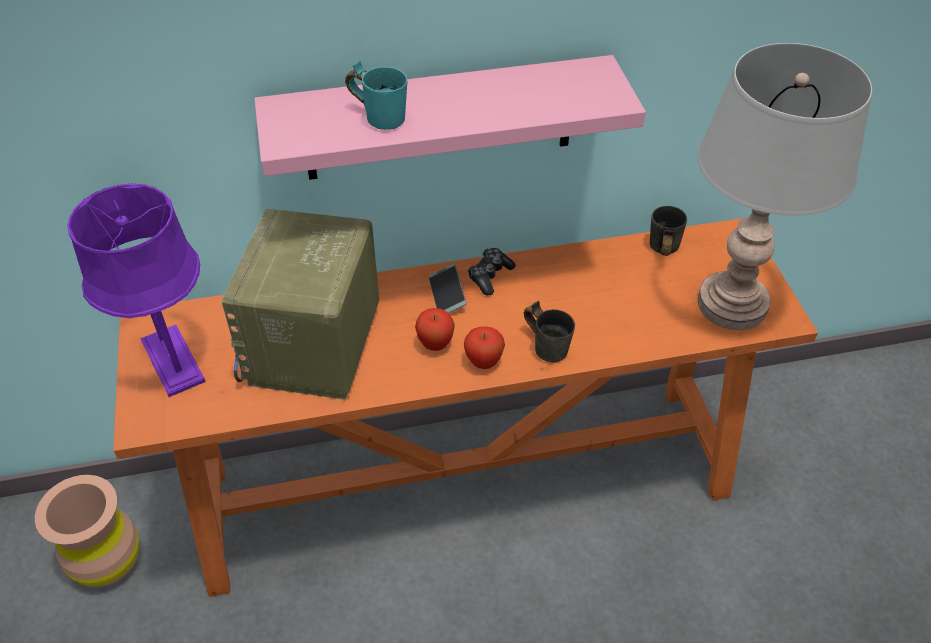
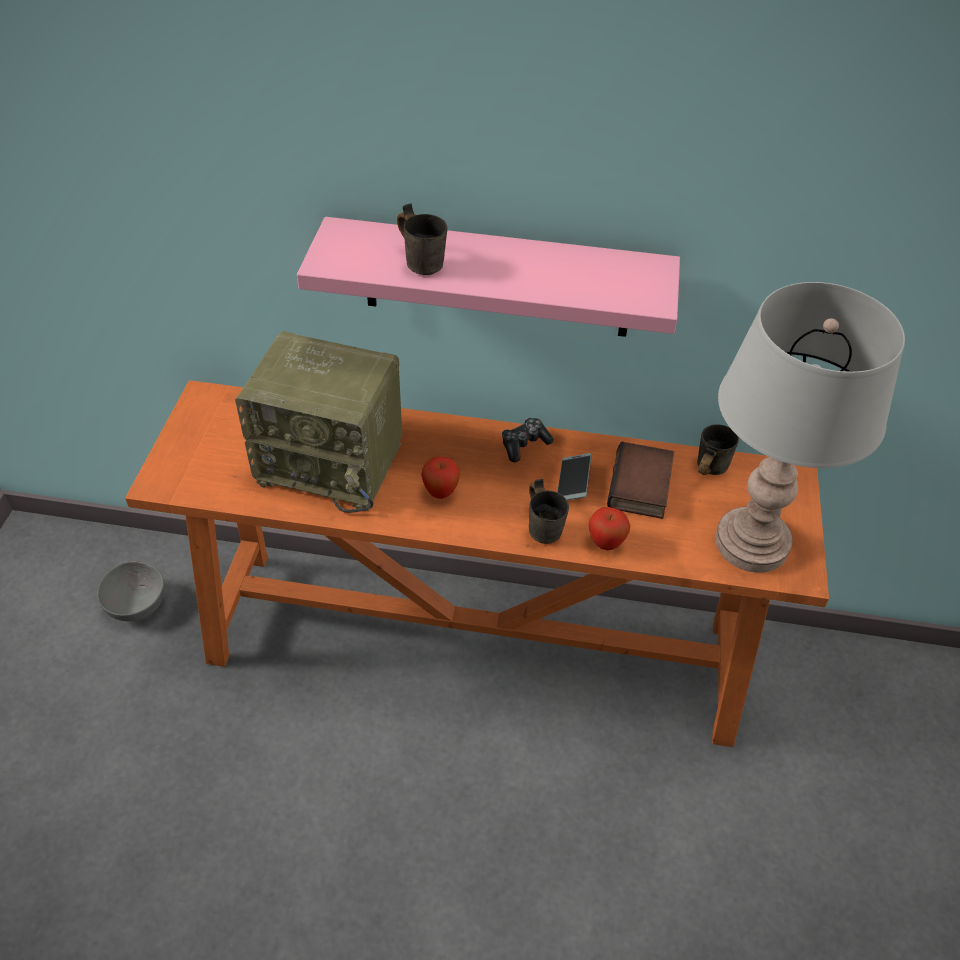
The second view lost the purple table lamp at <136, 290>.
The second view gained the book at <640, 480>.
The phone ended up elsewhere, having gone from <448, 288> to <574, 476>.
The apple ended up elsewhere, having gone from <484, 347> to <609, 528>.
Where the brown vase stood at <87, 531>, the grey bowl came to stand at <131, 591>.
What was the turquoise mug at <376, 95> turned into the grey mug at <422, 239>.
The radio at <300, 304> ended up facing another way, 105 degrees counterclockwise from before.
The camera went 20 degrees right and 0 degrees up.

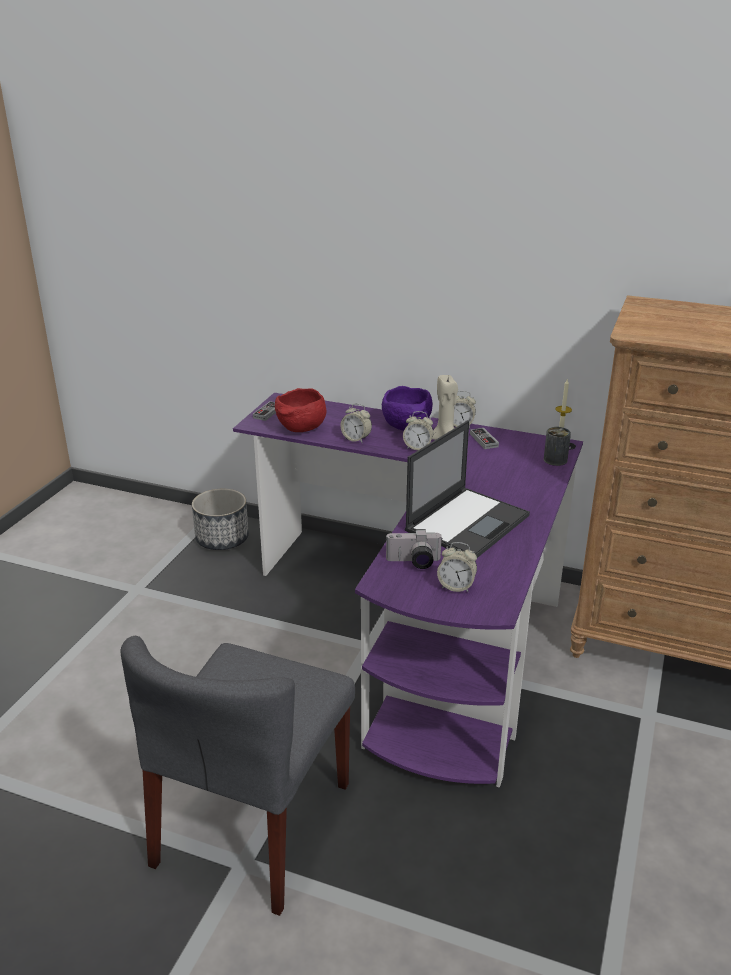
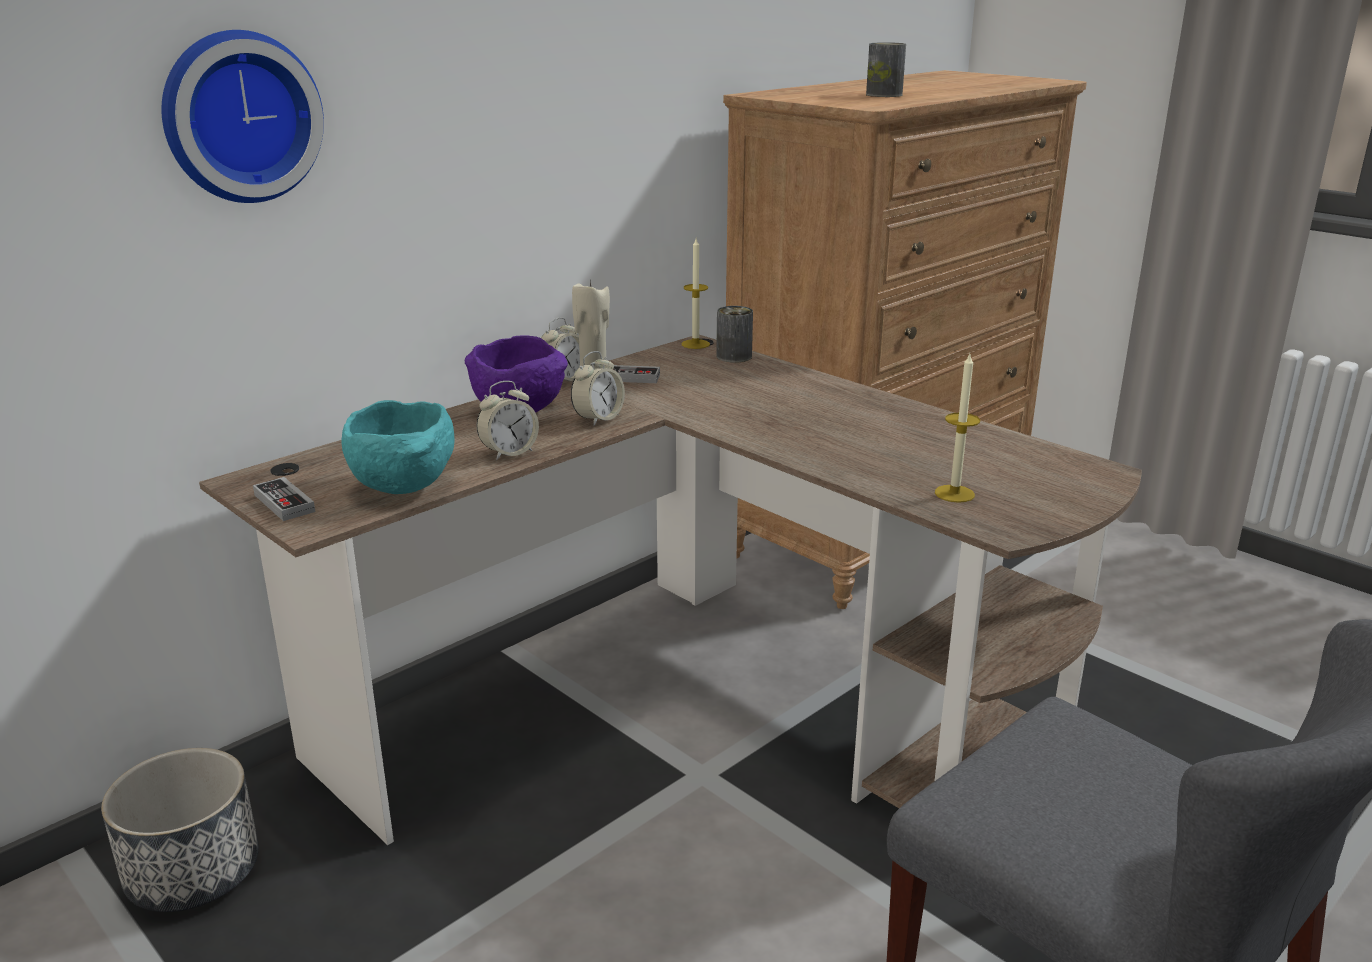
The second view lost the laptop at <467, 489>.
The second view lost the alarm clock at <457, 567>.
The second view gained the wall clock at <242, 116>.
The second view gained the can at <886, 69>.
Where the photo camera stood at <414, 549>, the candle came to stand at <957, 428>.
What was the purple desk at <408, 590> turned into the brown desk at <670, 590>.
What was the red bowl at <300, 410> turned into the turquoise bowl at <397, 447>.
The camera went 65 degrees left and 5 degrees down.

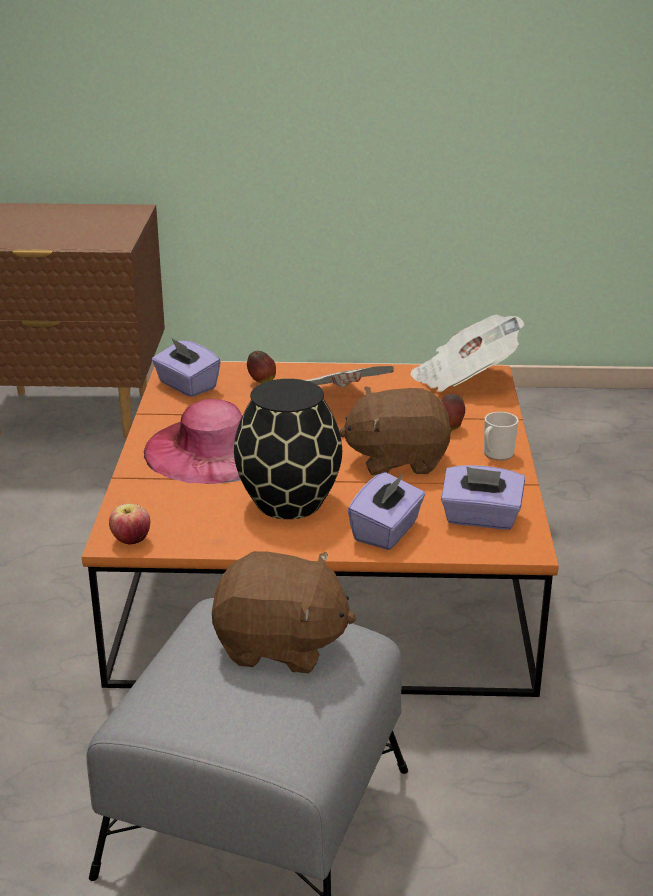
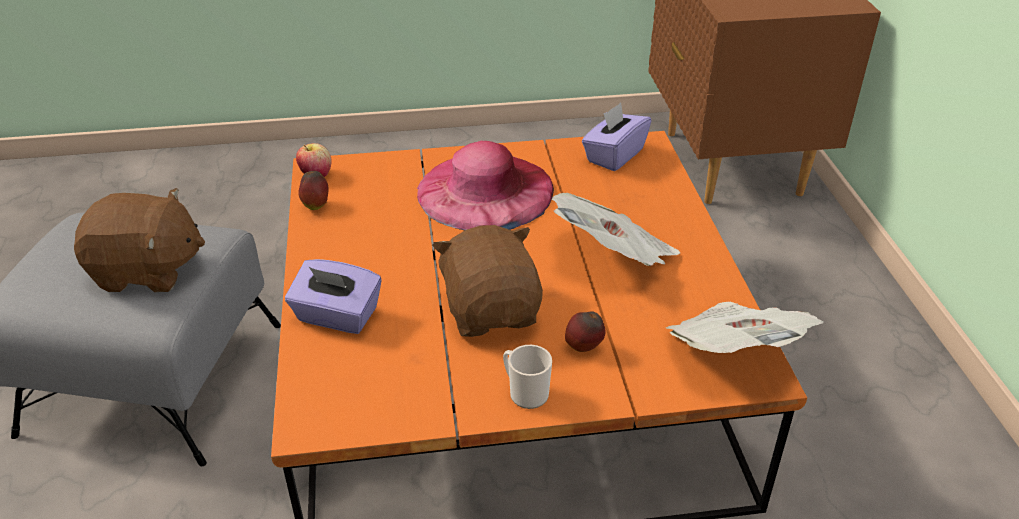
The second view lost the black vase at <288, 449>.
The second view lost the purple tissue box at <483, 497>.
The apple ended up elsewhere, having gone from <261, 367> to <313, 190>.
The brown plush toy at <284, 612> ended up facing another way, 90 degrees counterclockwise from before.
The camera went 80 degrees right and 10 degrees up.

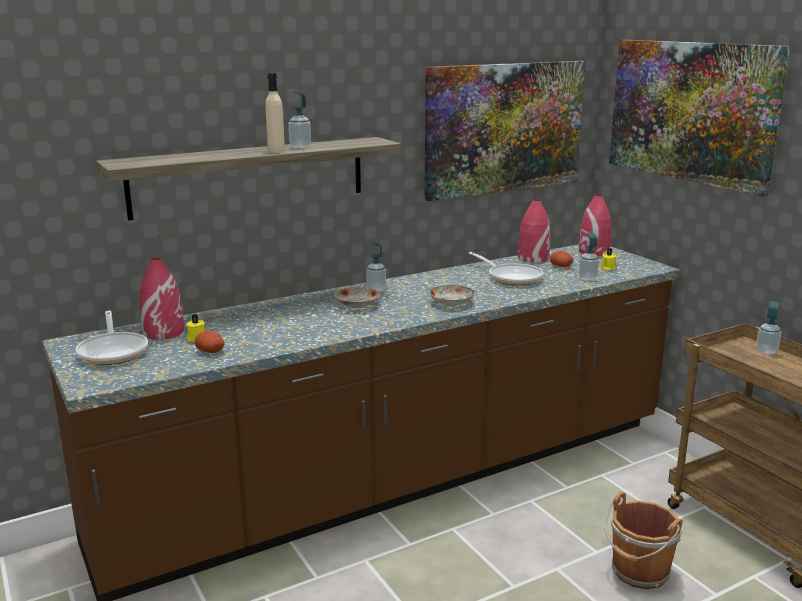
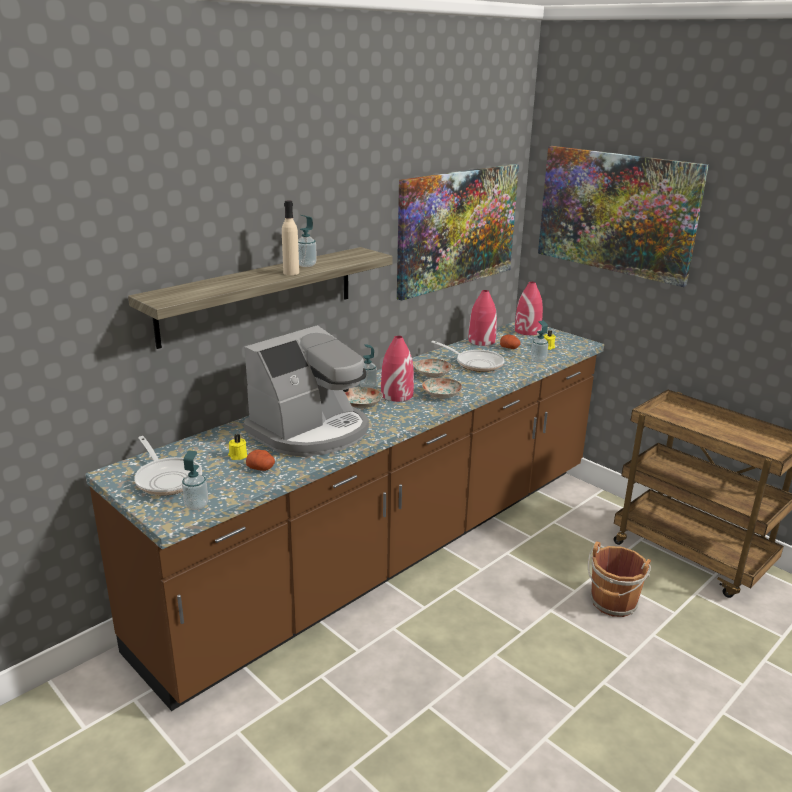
The second view gained the coffee machine at <306, 391>.
The second view gained the plate at <433, 368>.
The red vase ended up elsewhere, having gone from <162, 298> to <397, 369>.
The soap dispenser ended up elsewhere, having gone from <768, 328> to <195, 480>.
The camera went 15 degrees left and 5 degrees up.

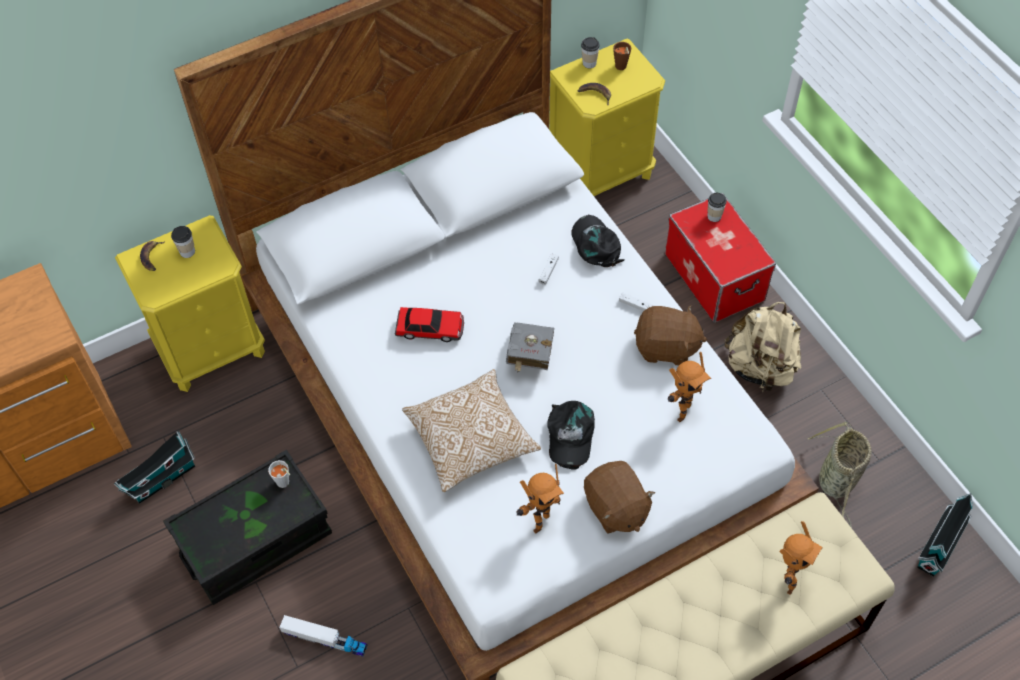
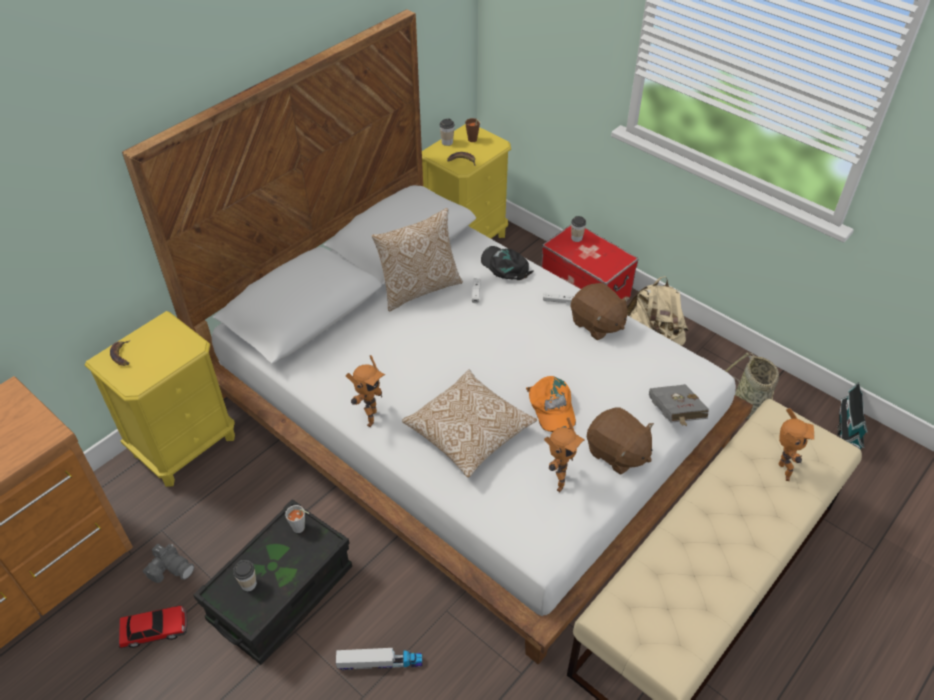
The second view gained the pillow at <417, 260>.
The cup ended up elsewhere, having gone from <183, 242> to <245, 575>.
The toy car ended up elsewhere, having gone from <429, 324> to <153, 626>.
The grey book ended up elsewhere, having gone from <530, 347> to <679, 405>.
The toy robot ended up elsewhere, having gone from <689, 387> to <365, 391>.
Where the toy house stood at <154, 467>, the photo camera came to stand at <168, 563>.
What was the black cap at <571, 435> turned into the orange cap at <551, 404>.
The brown plush toy at <670, 335> ended up facing another way, 60 degrees clockwise from before.
The camera went 20 degrees left and 10 degrees down.

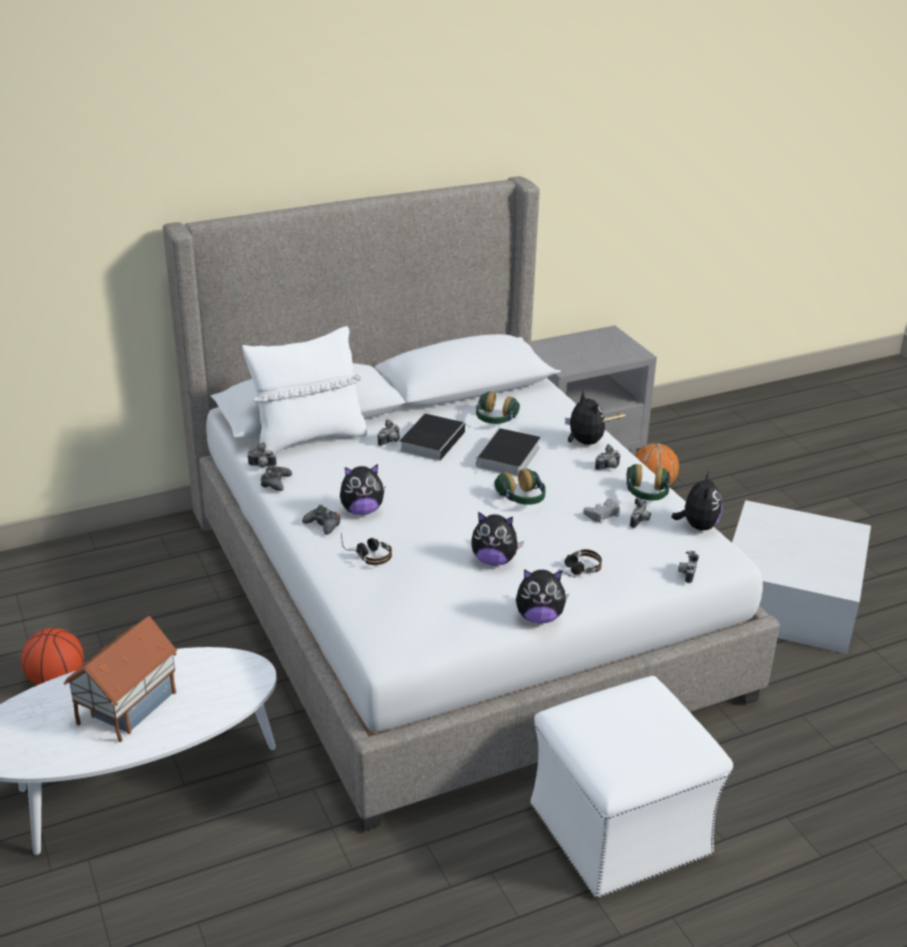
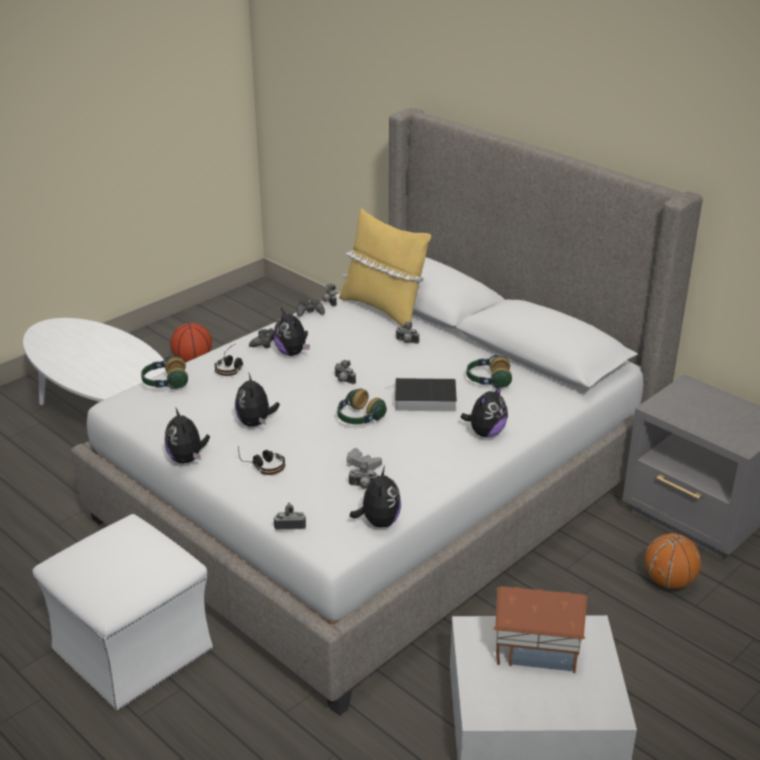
The second view lost the book at <433, 437>.
The toy house ended up elsewhere, having gone from <121, 679> to <540, 629>.
The photo camera ended up elsewhere, having gone from <608, 457> to <345, 372>.
The headphones ended up elsewhere, having gone from <648, 482> to <164, 372>.
What was the white pillow at <304, 390> turned into the yellow pillow at <385, 267>.
The plush toy at <696, 501> ended up facing another way, 75 degrees counterclockwise from before.
The camera went 70 degrees right and 0 degrees up.

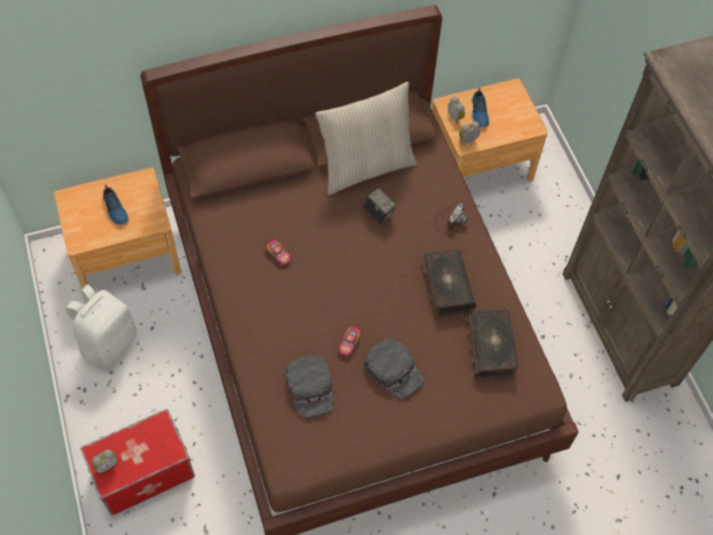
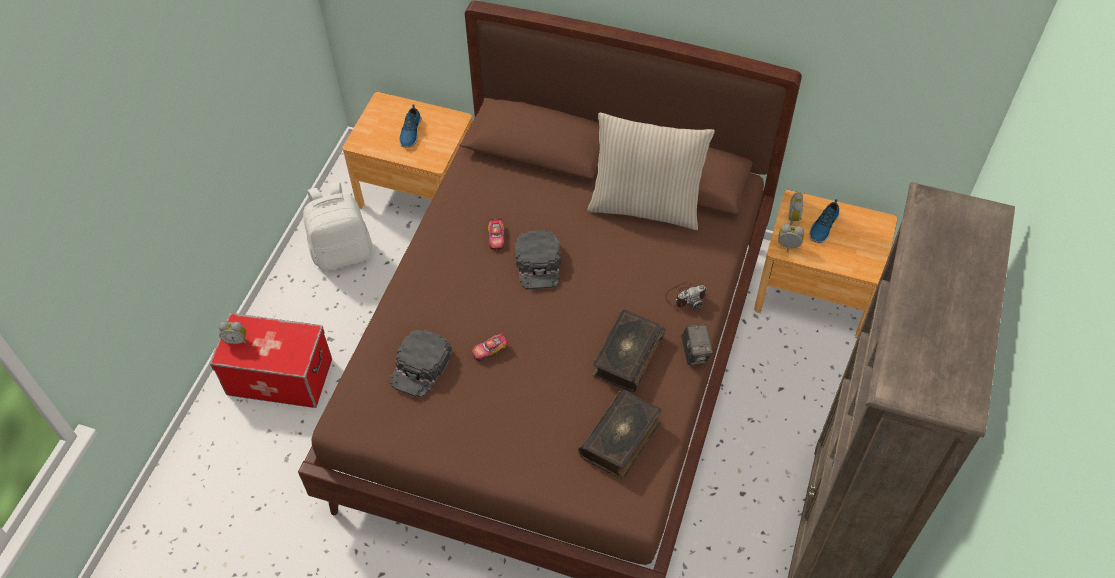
The photo camera ended up elsewhere, having gone from <379, 206> to <697, 344>.
The black cap ended up elsewhere, having gone from <394, 369> to <538, 259>.
The camera went 40 degrees right and 5 degrees down.

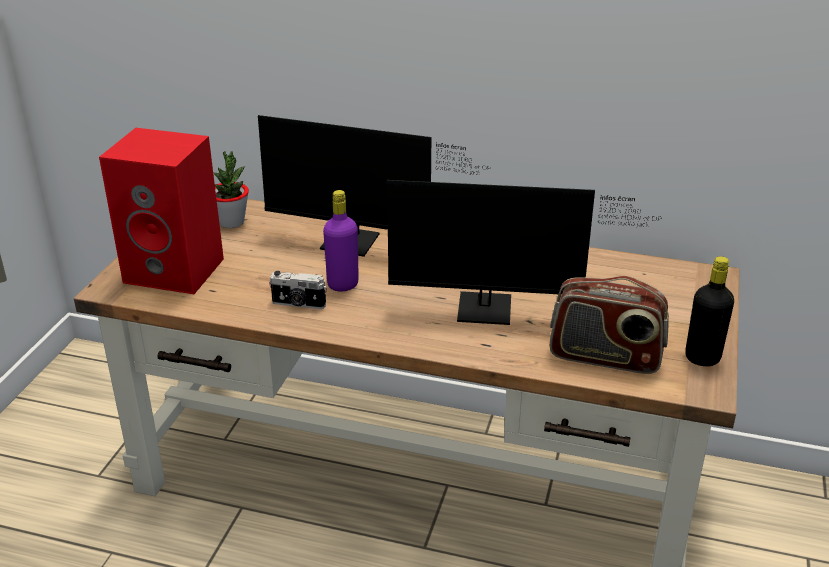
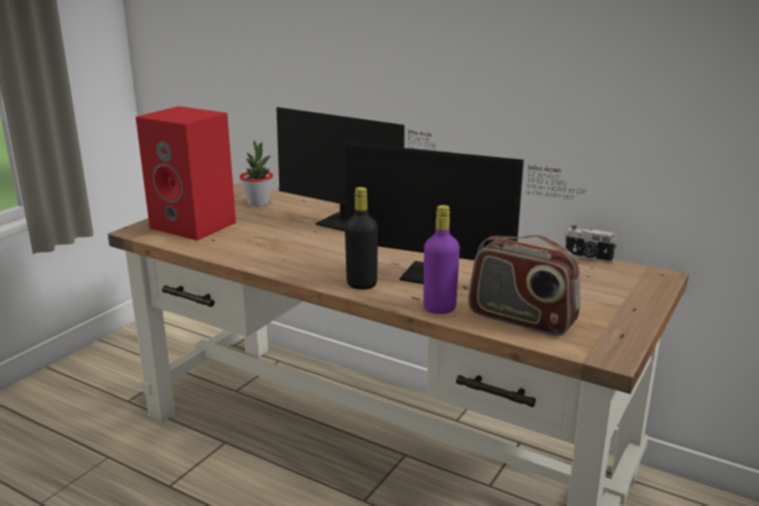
The photo camera ended up elsewhere, having gone from <298, 290> to <591, 244>.
The purple bottle ended up elsewhere, having gone from <341, 241> to <442, 259>.
The black bottle ended up elsewhere, having gone from <709, 311> to <361, 238>.
The camera went 15 degrees right and 10 degrees down.

